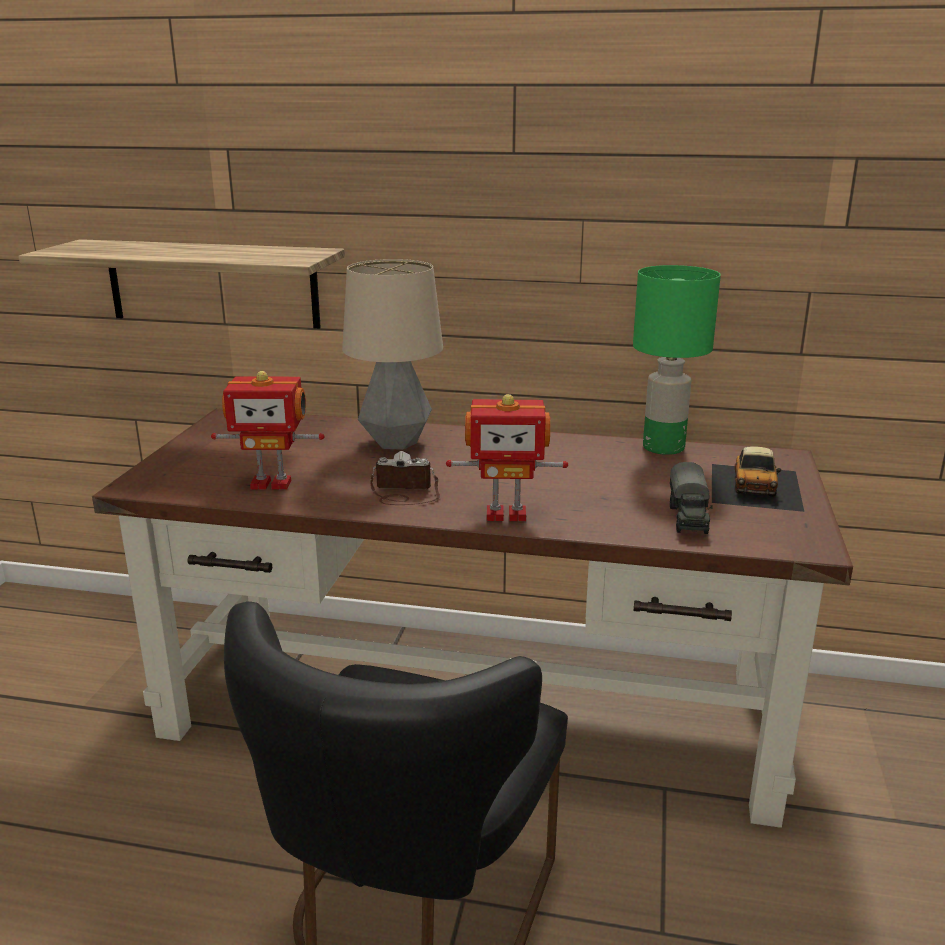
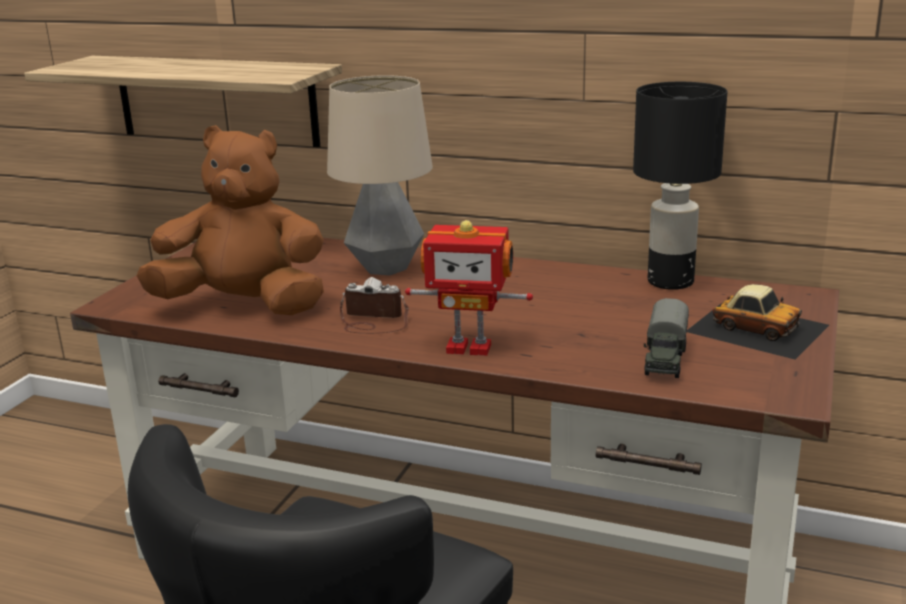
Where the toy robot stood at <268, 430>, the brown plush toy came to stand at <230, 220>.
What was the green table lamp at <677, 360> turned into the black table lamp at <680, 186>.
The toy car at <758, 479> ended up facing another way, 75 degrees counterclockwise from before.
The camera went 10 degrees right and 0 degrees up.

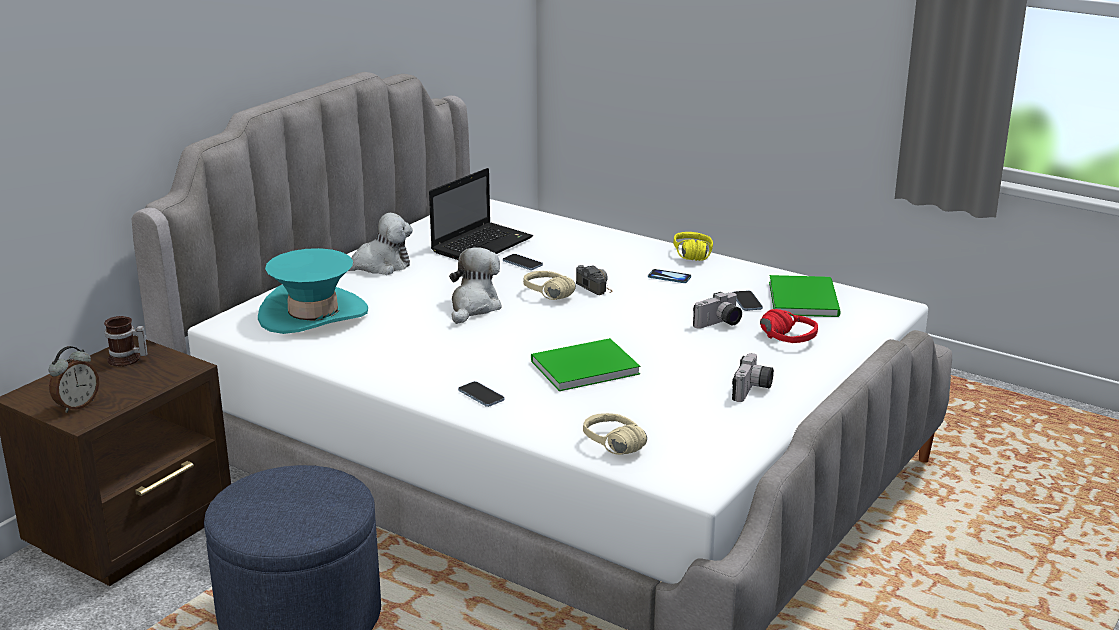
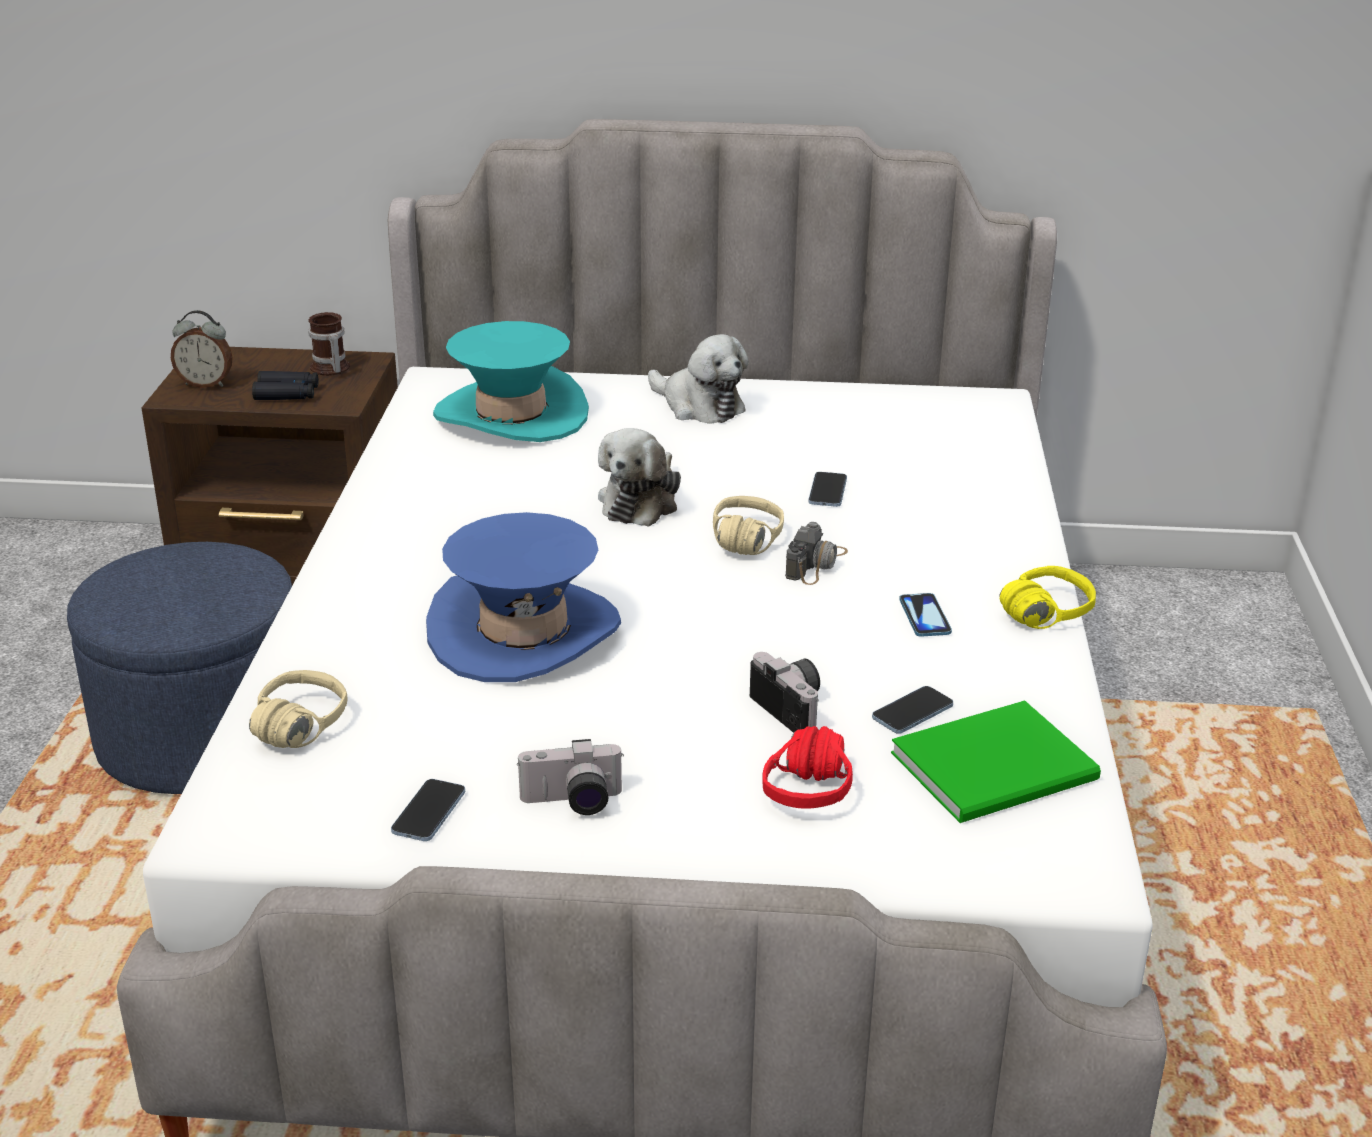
The second view lost the laptop at <481, 214>.
The second view gained the black binoculars at <285, 385>.
The phone ended up elsewhere, having gone from <481, 394> to <428, 810>.
Where the green book stood at <585, 364>, the blue hat came to stand at <523, 597>.
The plush toy at <475, 285> ended up facing another way, 120 degrees clockwise from before.
The photo camera at <717, 310> ended up facing another way, 150 degrees counterclockwise from before.
The camera went 60 degrees right and 5 degrees up.

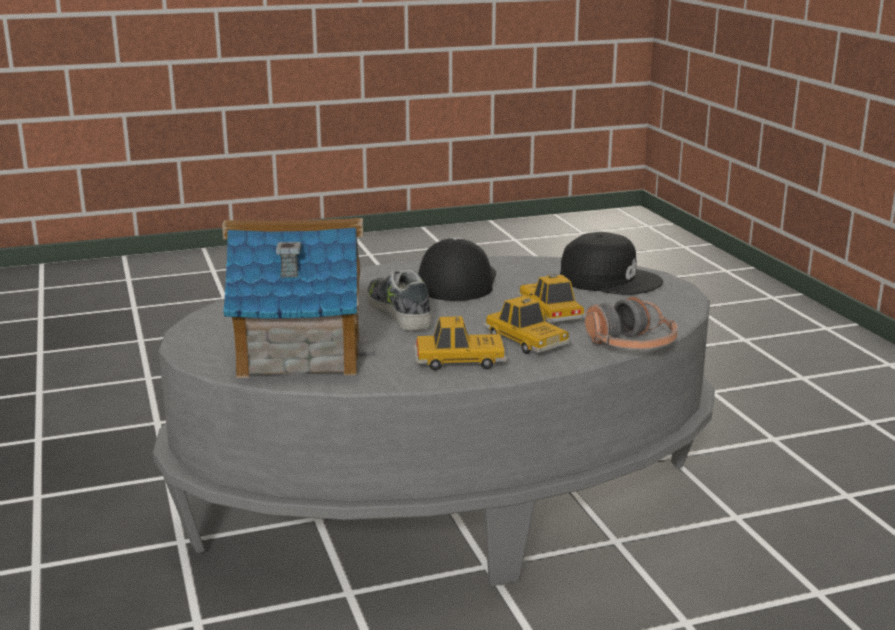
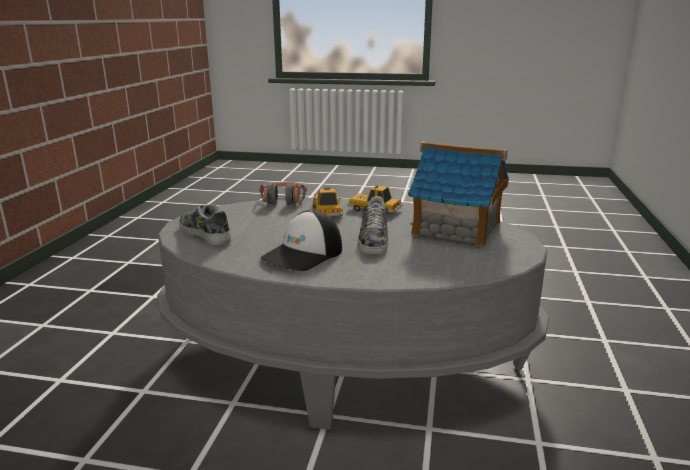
The second view lost the toy car at <551, 298>.
Where the black cap stood at <611, 263>, the shoe came to stand at <205, 225>.
The camera went 150 degrees left and 0 degrees up.

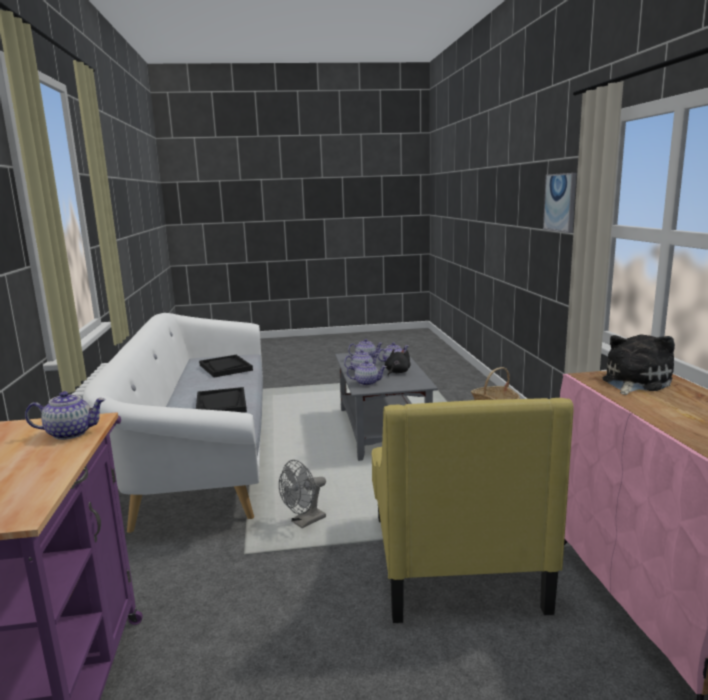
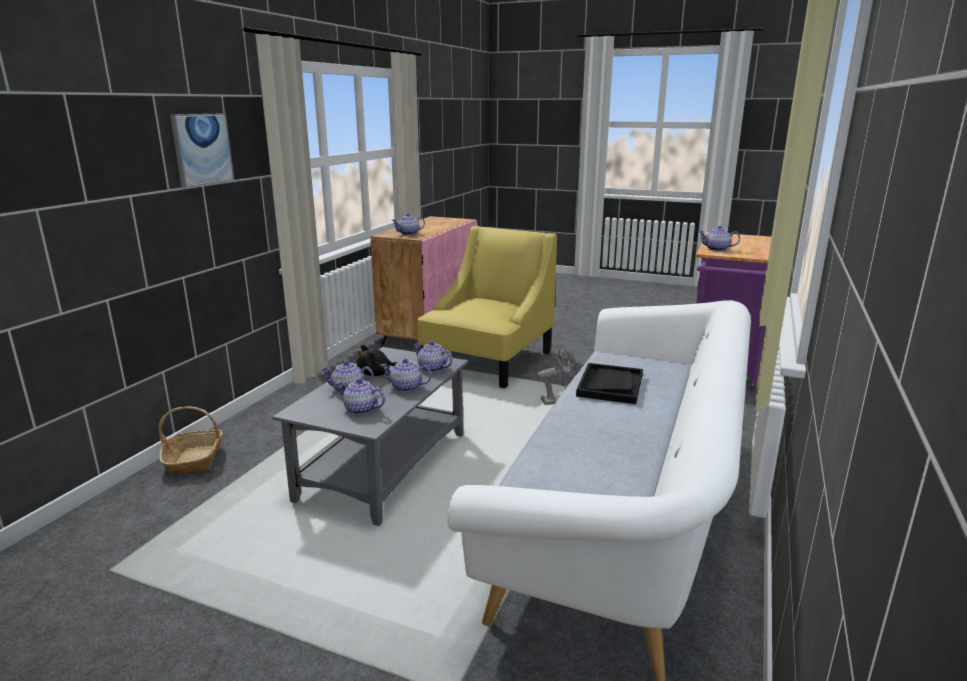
The second view lost the black tray at <226, 366>.
Where the plush toy stood at <638, 364>, the teapot came to stand at <408, 224>.
The camera went 150 degrees left and 5 degrees up.

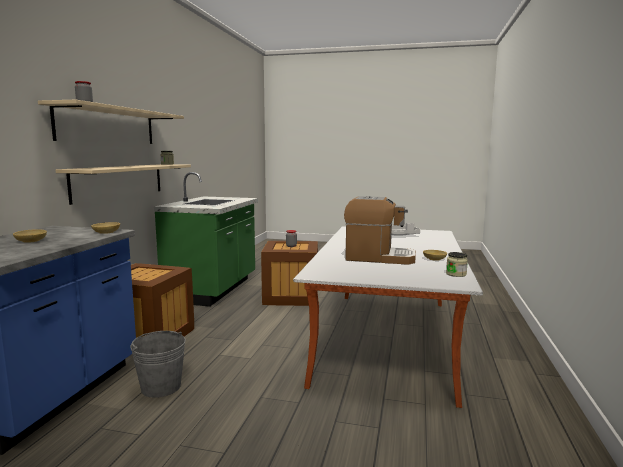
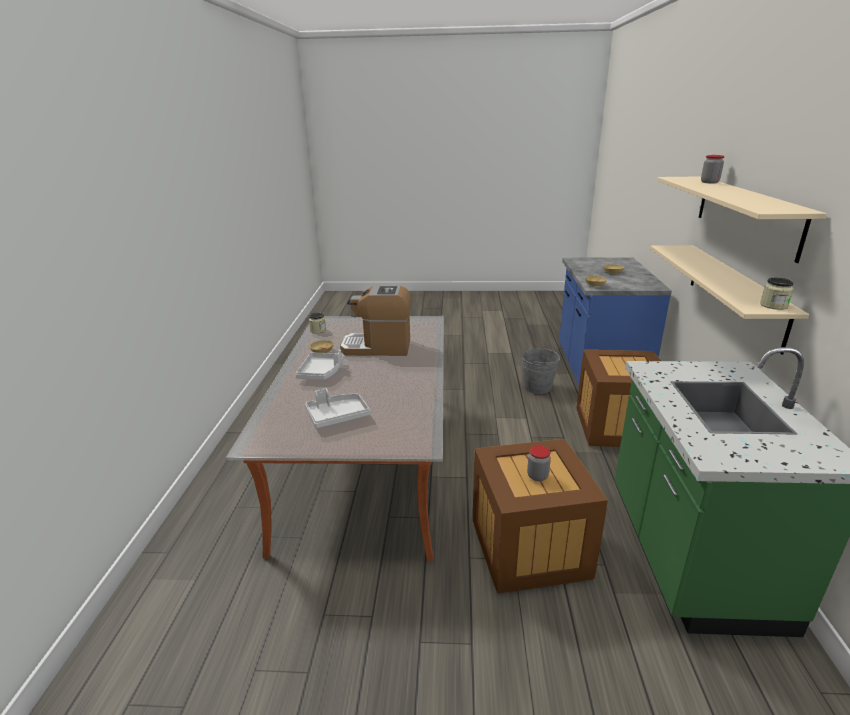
The second view gained the grey tray at <320, 365>.
The camera went 170 degrees right and 15 degrees up.

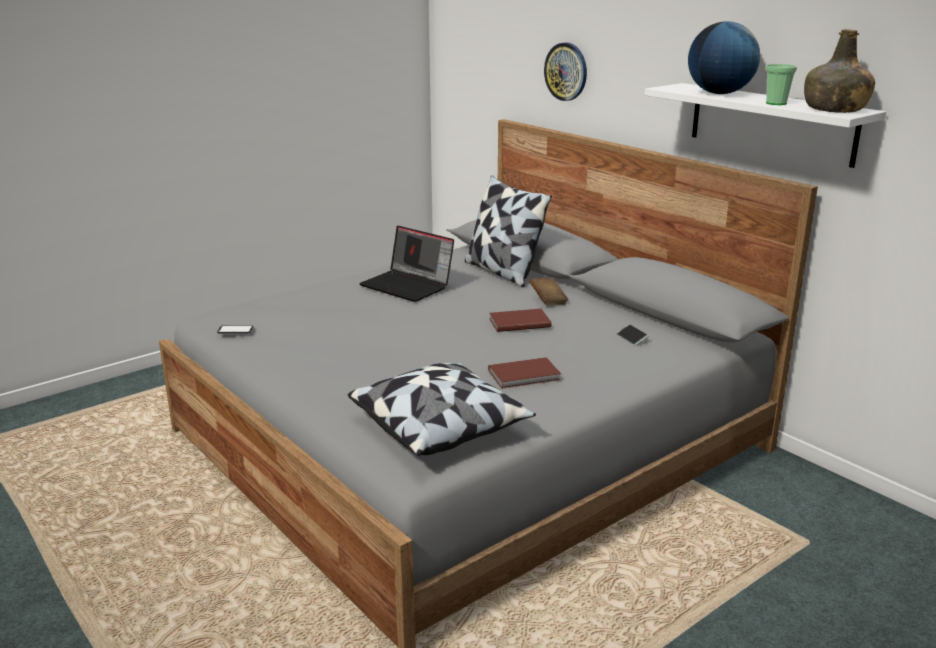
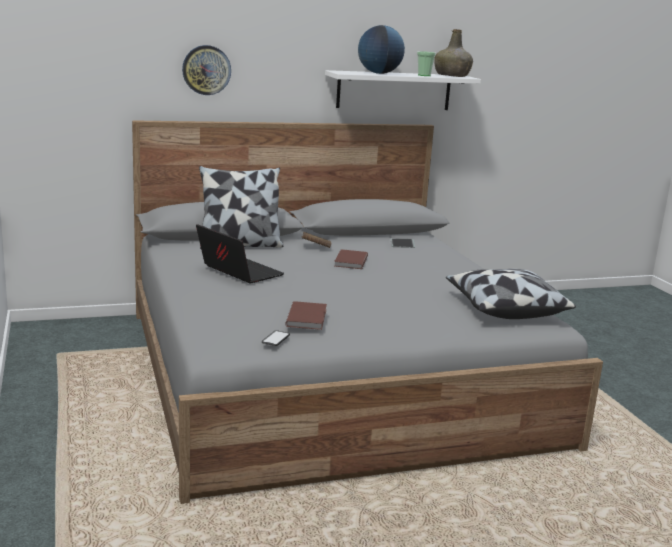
The brown book ended up elsewhere, having gone from <524, 373> to <306, 315>.
The laptop at <406, 264> ended up facing another way, 105 degrees counterclockwise from before.
The camera went 70 degrees left and 5 degrees down.

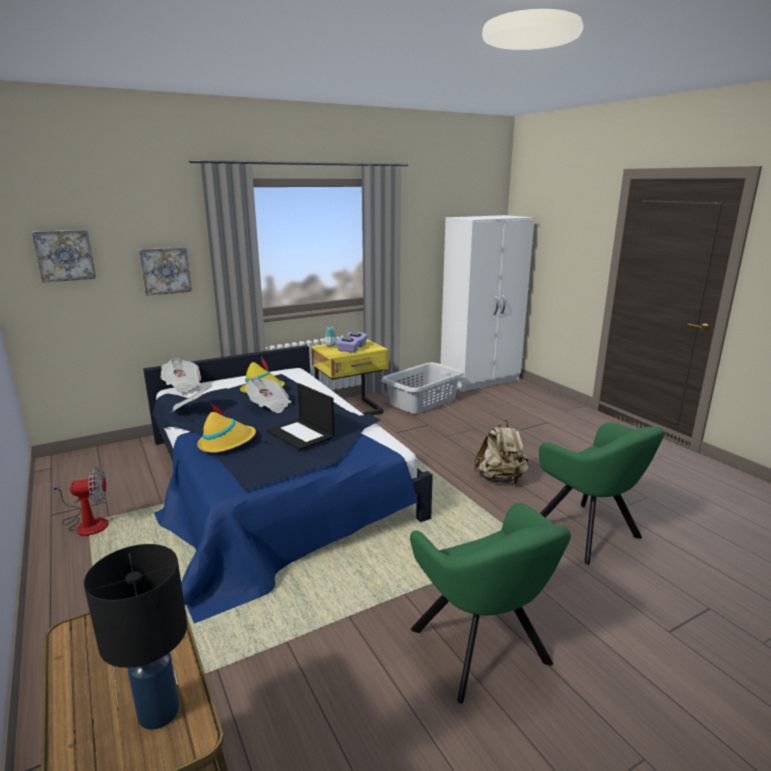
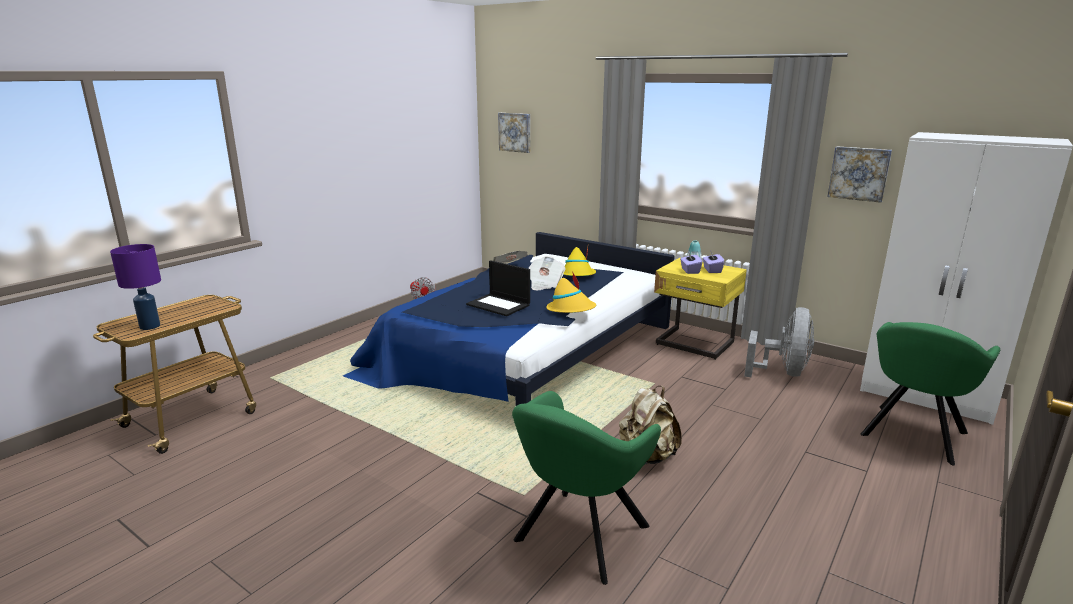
The second view lost the newspaper at <180, 375>.
The picture ended up elsewhere, having gone from <165, 271> to <859, 174>.
The yellow hat ended up elsewhere, having gone from <226, 428> to <571, 292>.
The green armchair ended up elsewhere, having gone from <490, 603> to <930, 394>.
Where the grey laundry basket stood at <422, 388>, the grey fan came to stand at <779, 342>.
What was the black table lamp at <135, 637> turned into the purple table lamp at <135, 287>.
The laptop at <301, 416> ended up facing another way, 75 degrees counterclockwise from before.
The camera went 65 degrees right and 0 degrees up.

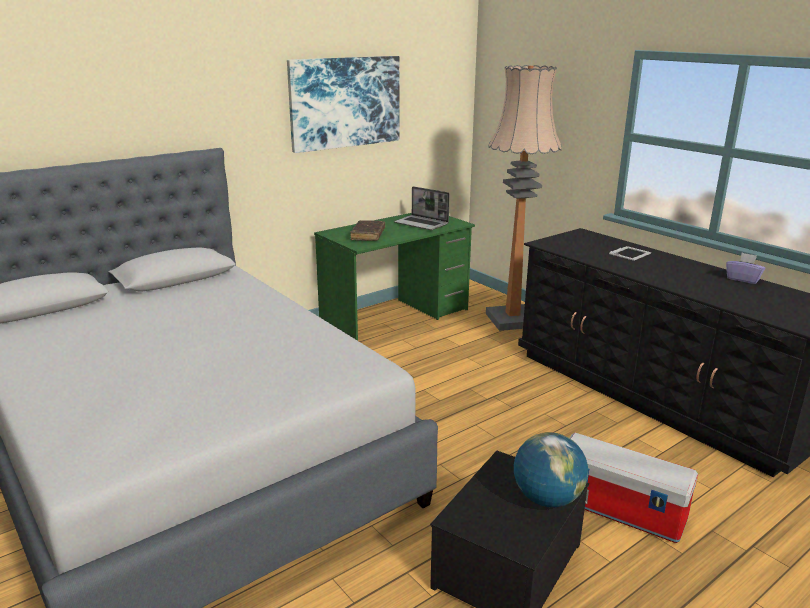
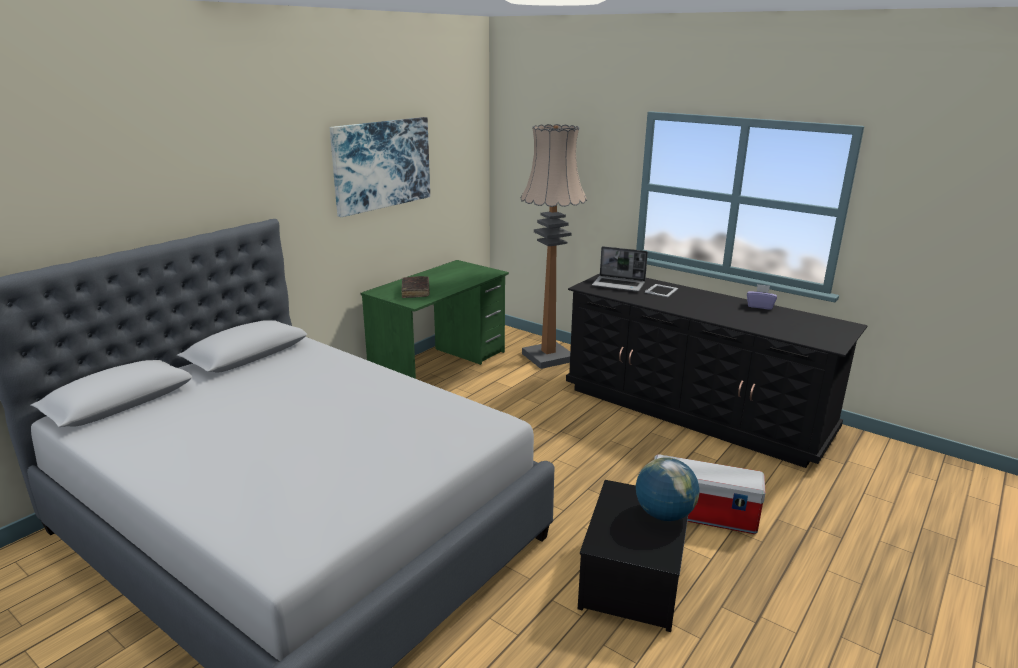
The laptop ended up elsewhere, having gone from <422, 208> to <620, 269>.
The camera went 15 degrees left and 0 degrees up.

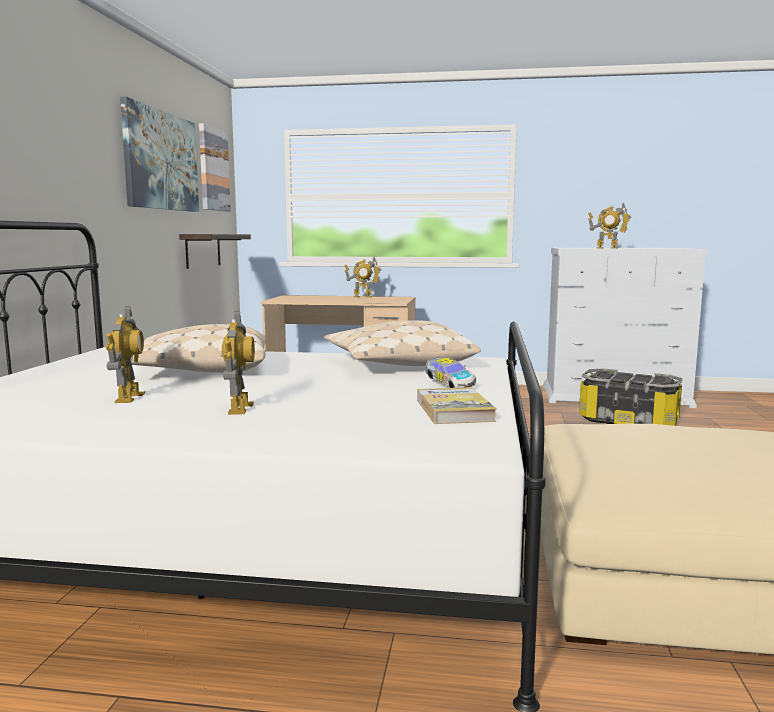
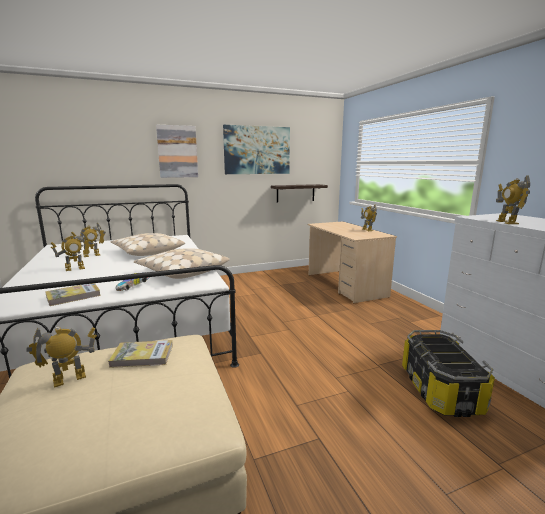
The second view gained the toy robot at <61, 357>.
The second view gained the book at <141, 354>.
The picture ended up elsewhere, having gone from <215, 167> to <177, 151>.
The camera went 60 degrees right and 5 degrees up.

